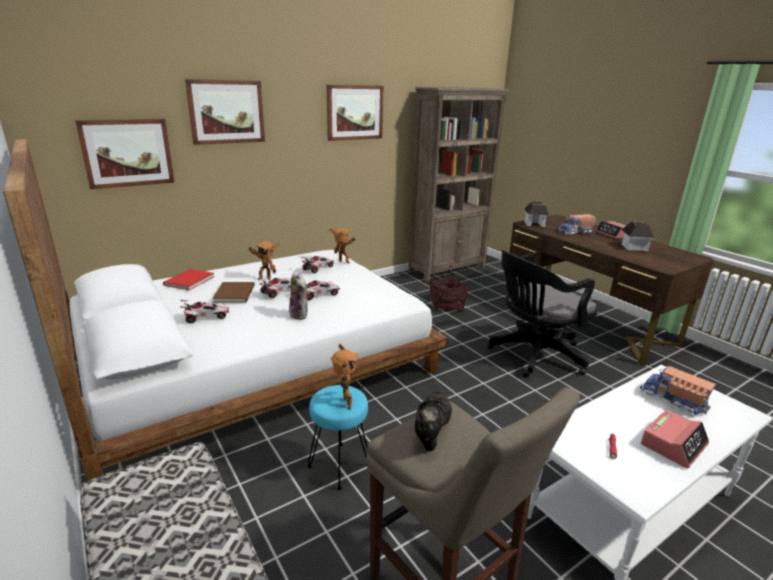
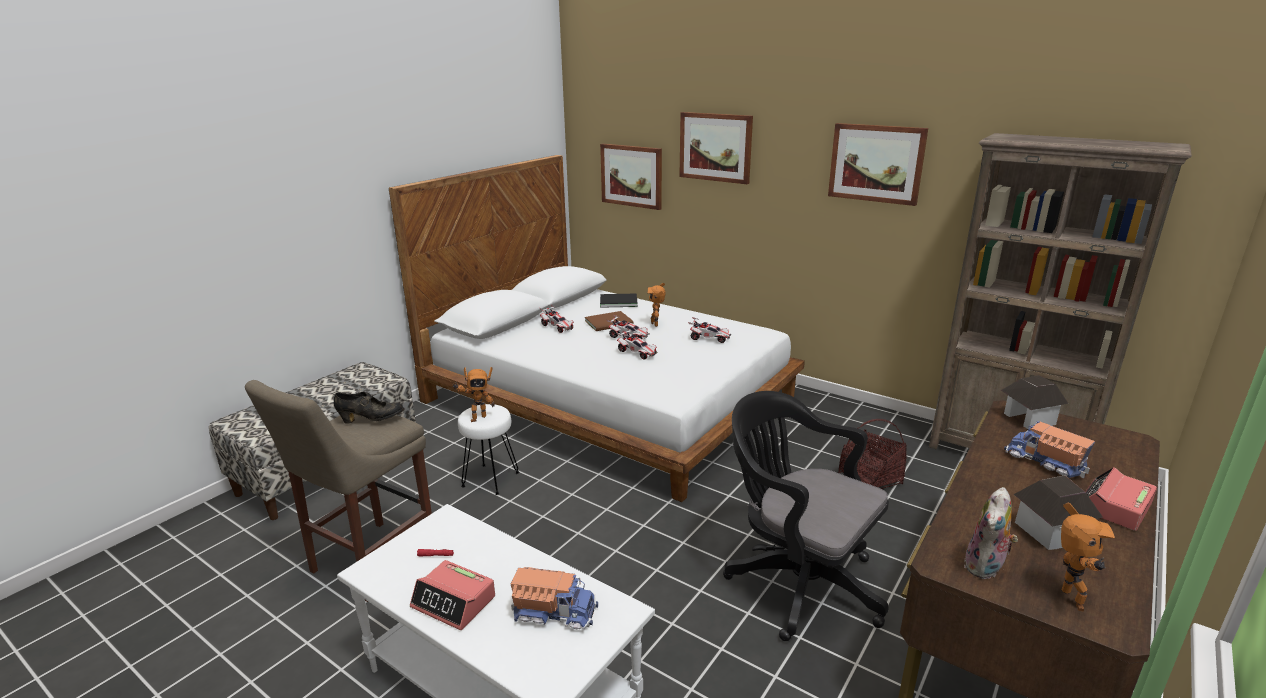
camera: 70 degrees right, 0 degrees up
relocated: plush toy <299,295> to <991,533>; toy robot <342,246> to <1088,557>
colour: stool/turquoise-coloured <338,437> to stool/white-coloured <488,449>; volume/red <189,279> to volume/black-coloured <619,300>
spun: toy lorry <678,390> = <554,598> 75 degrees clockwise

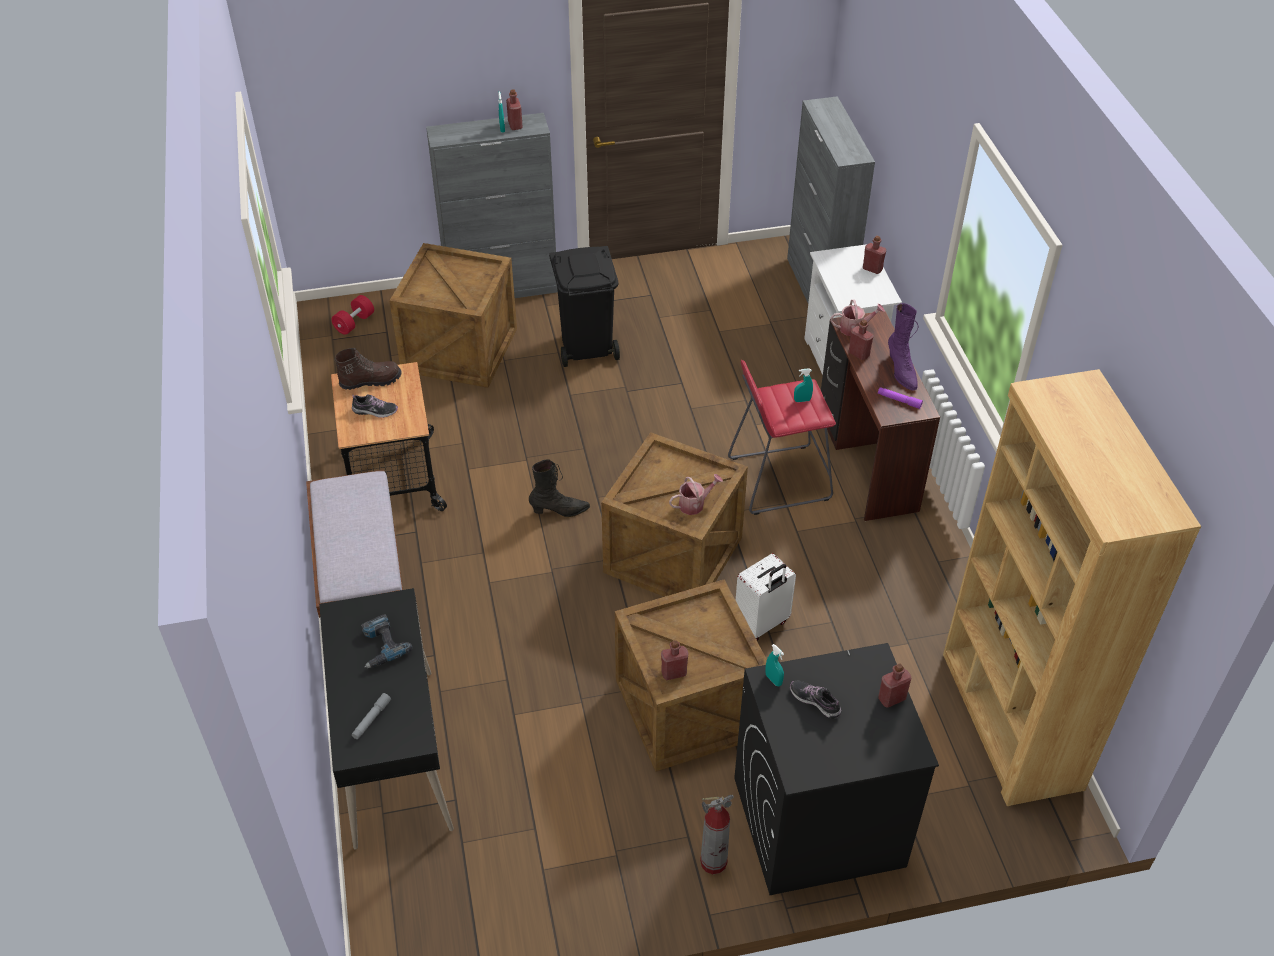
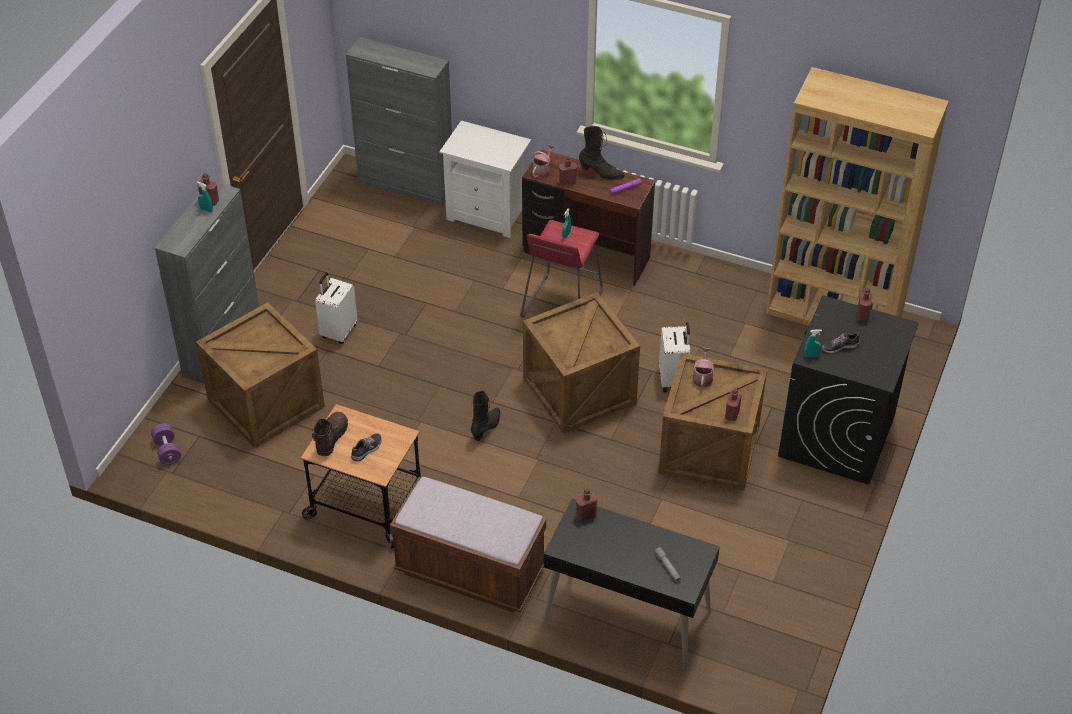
camera: 55 degrees left, 0 degrees up
missing: power drill <386,641>; fire-fighting cylinder <717,834>
relocated: drink bottle/red <874,255> to <586,504>; watering can <696,494> to <704,368>
exchanged: trash can/black-coloured <584,306> to travel case/white-coloured <336,308>
colour: dumbbell/red <353,315> to dumbbell/purple <166,444>; boot/purple <903,347> to boot/black-coloured <602,153>

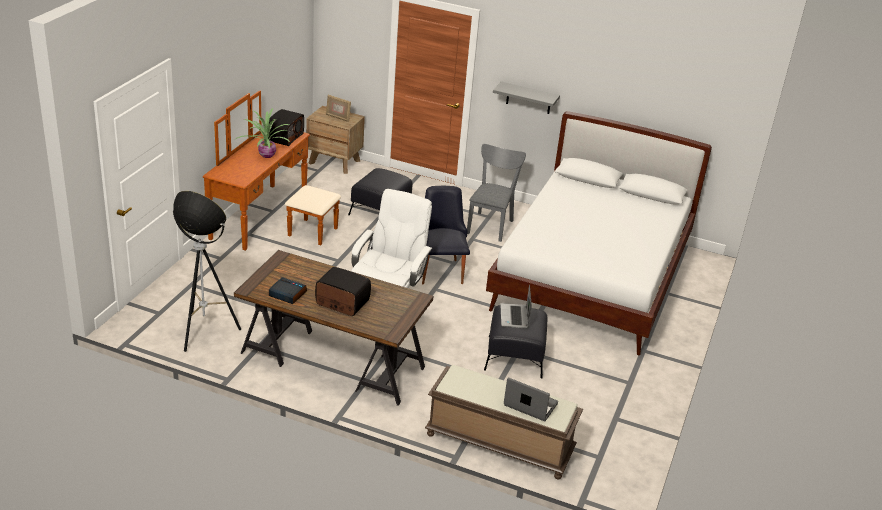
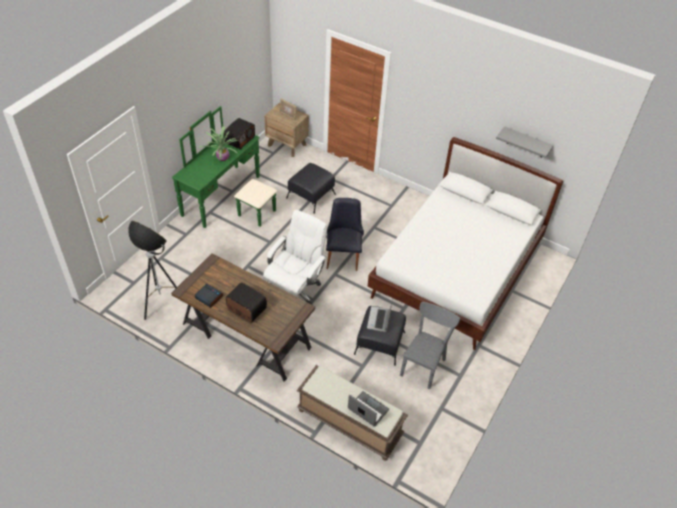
camera: 10 degrees right, 15 degrees up
relocated: chair/grey <496,193> to <430,345>; bracket shelf/grey <526,98> to <524,142>
colour: chest of drawers/brownish <272,170> to chest of drawers/greenish <224,167>

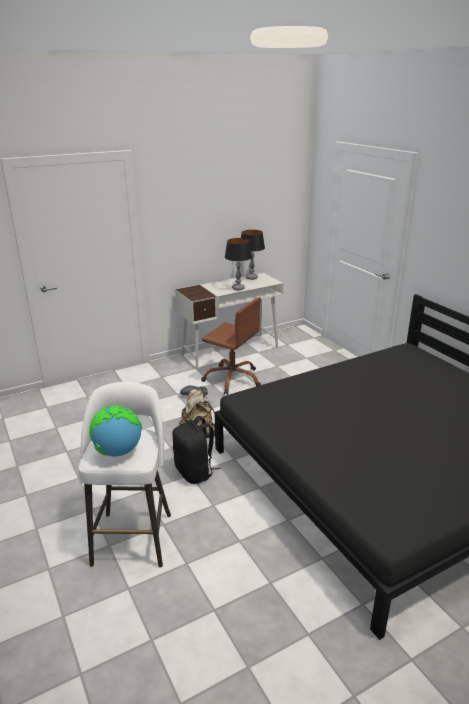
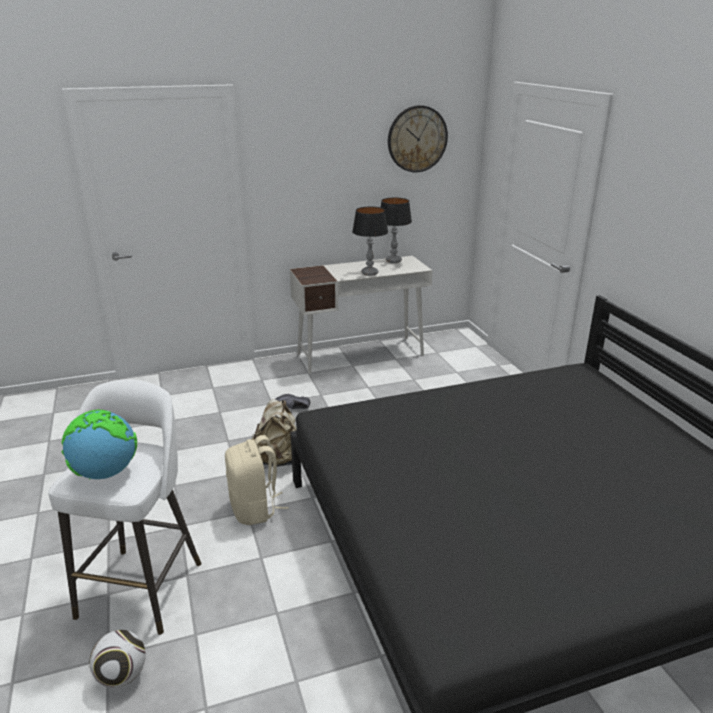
camera: 10 degrees right, 0 degrees up
missing: computer chair/brownish <231,346>
appeared: football <118,659>; clock on the wall <418,138>
colour: backpack/black-coloured <196,450> to backpack/beige <256,480>

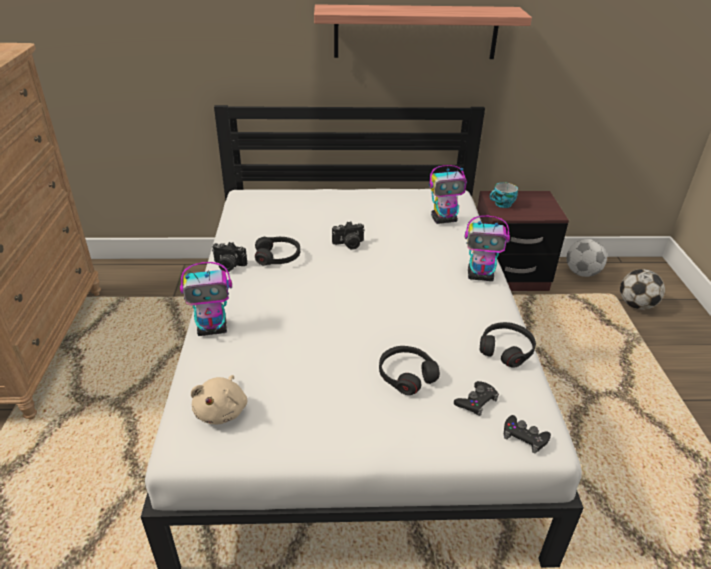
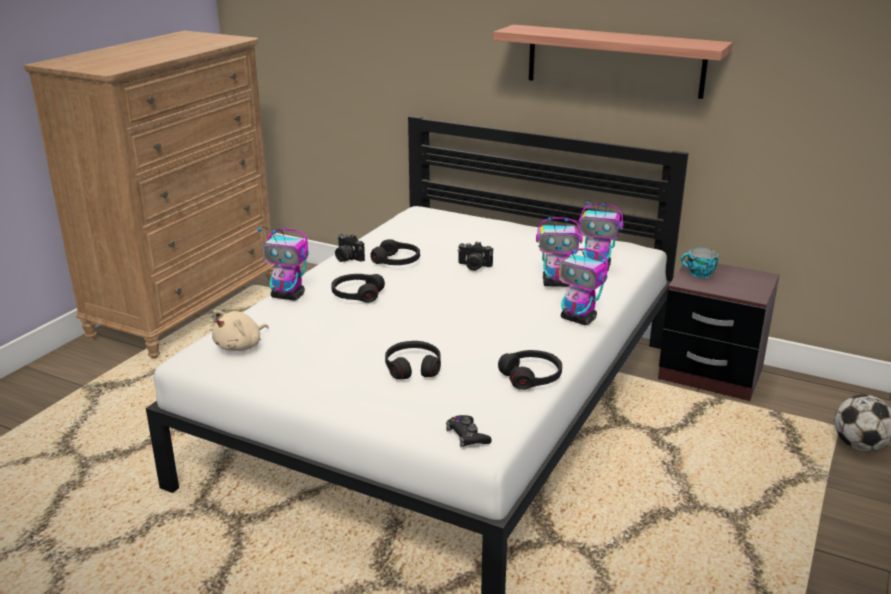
camera: 30 degrees right, 10 degrees down
missing: joypad/black-coloured <476,398>; football <586,258>
appeared: headset/black-coloured <358,288>; toy robot <559,251>

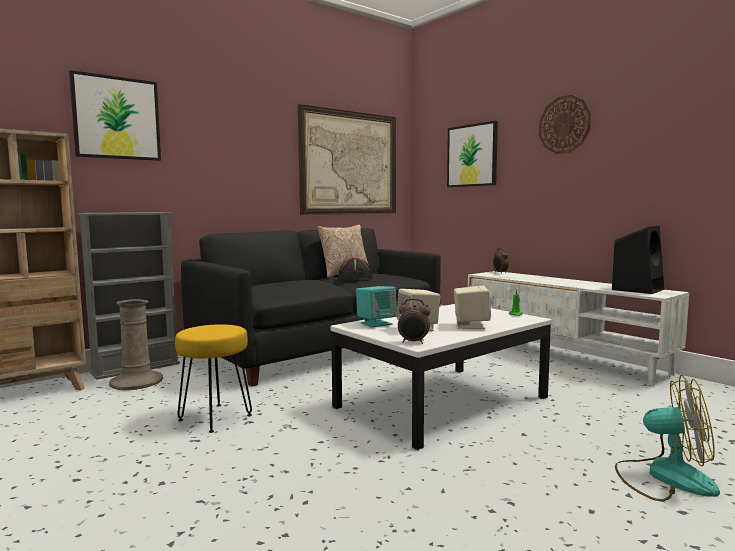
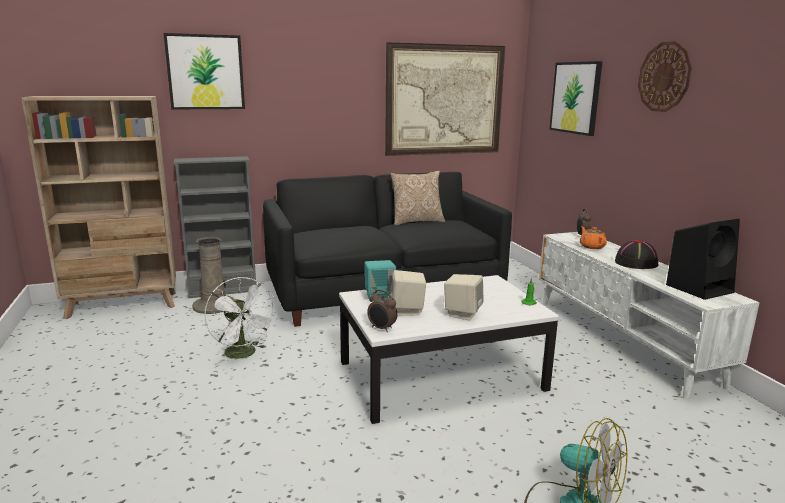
camera: 20 degrees right, 10 degrees up
appeared: teapot/orange <593,237>
relocated: hat/black-coloured <355,268> to <637,254>
exchanged: stool/yellowish <213,378> to cooling fan/white-coloured <241,320>

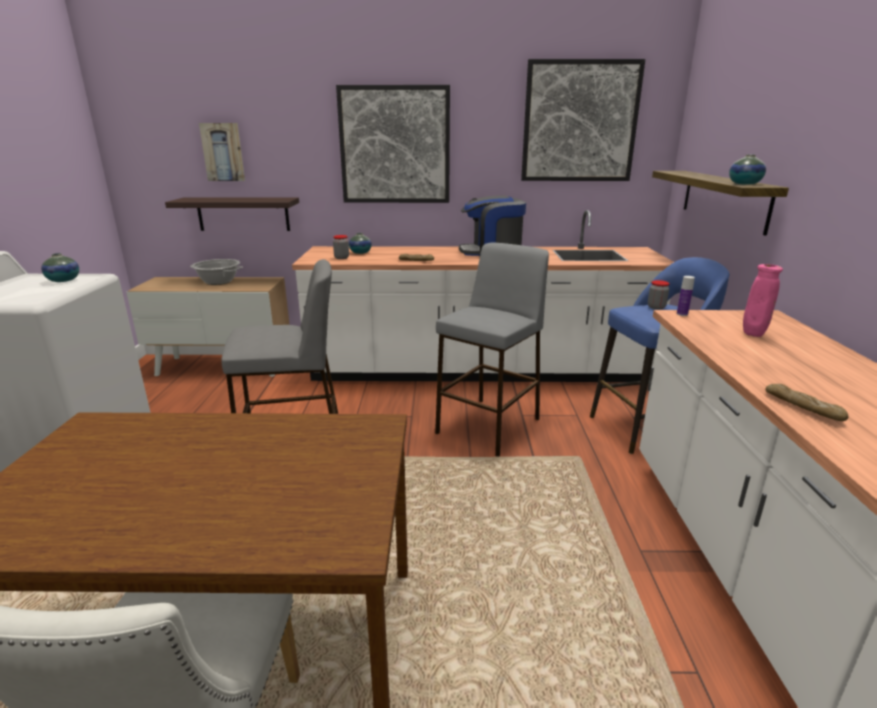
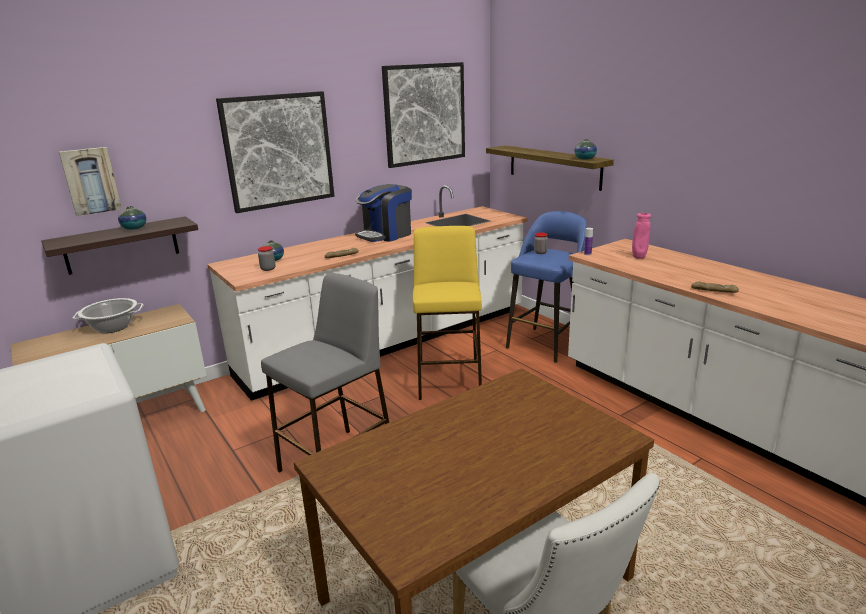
camera: 35 degrees left, 0 degrees up
relocated: decorative vase <60,267> to <132,218>
colour: stool/grey <492,350> to stool/yellowish <447,313>

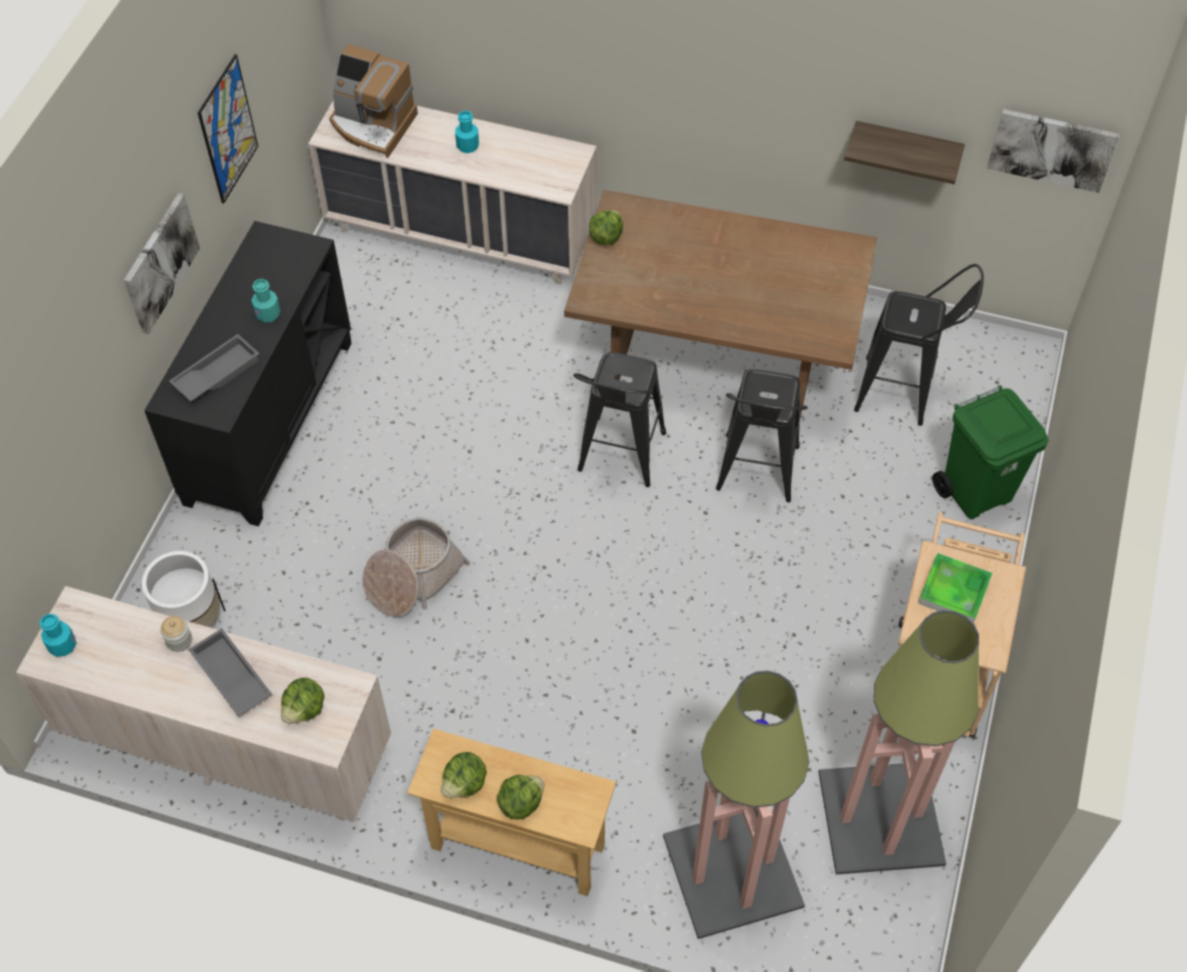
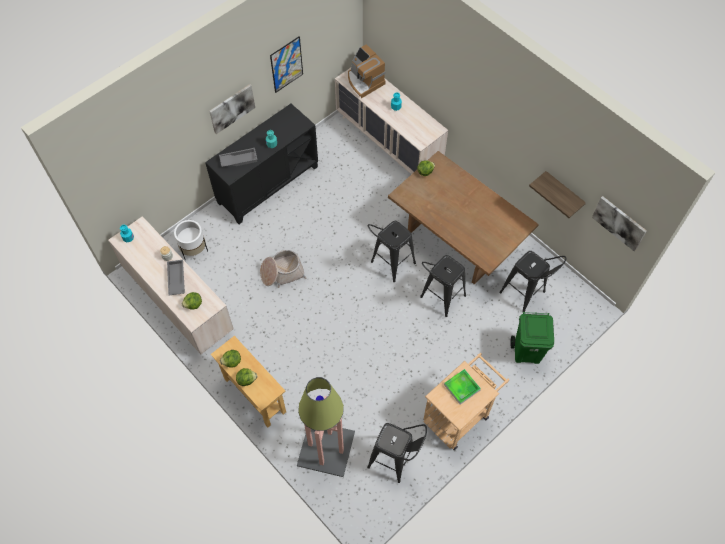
camera: 30 degrees right, 5 degrees up
exchanged: standard lamp <898,742> to stool/black-coloured <397,453>

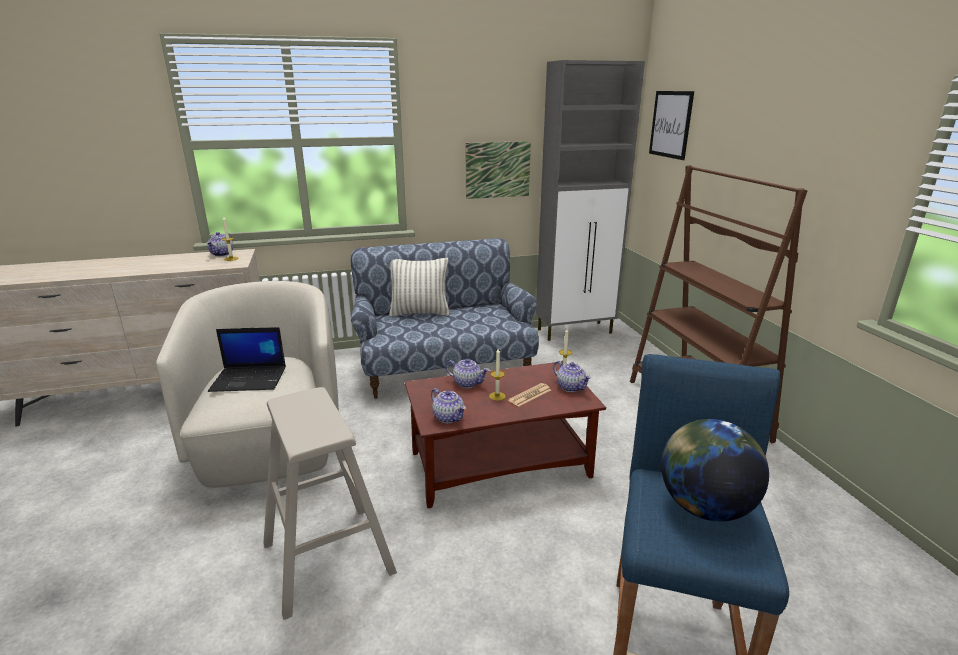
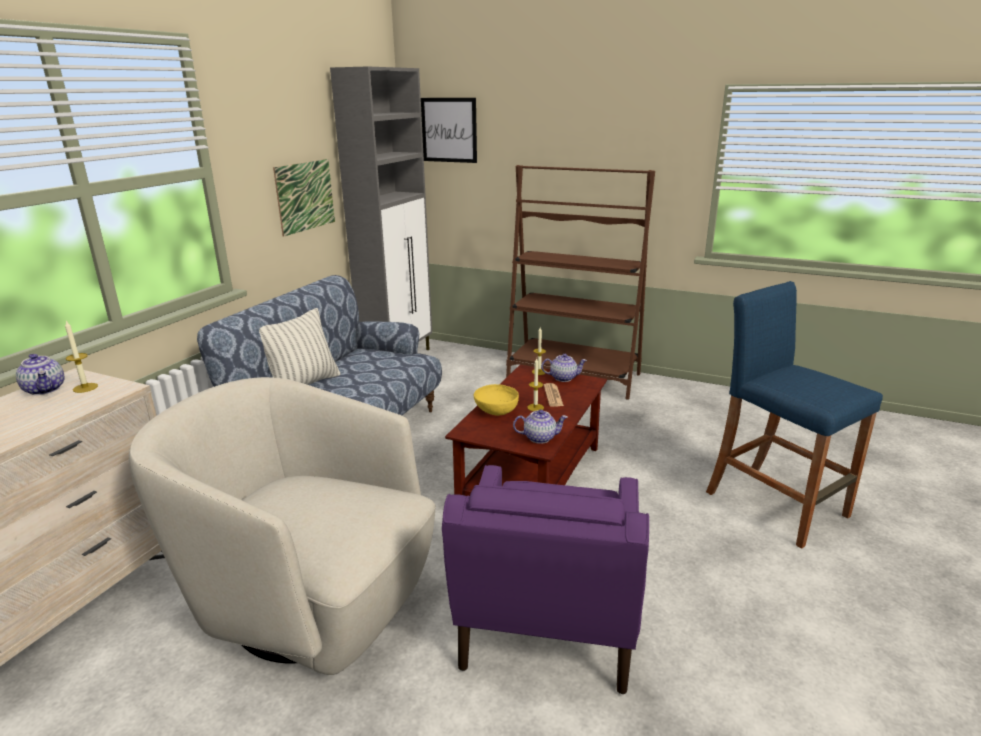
camera: 50 degrees left, 0 degrees up
missing: laptop <247,359>; desk globe <715,470>
exchanged: stool/beige <330,503> to easy chair/purple <545,579>; teapot <467,373> to bowl/yellowish <496,400>

